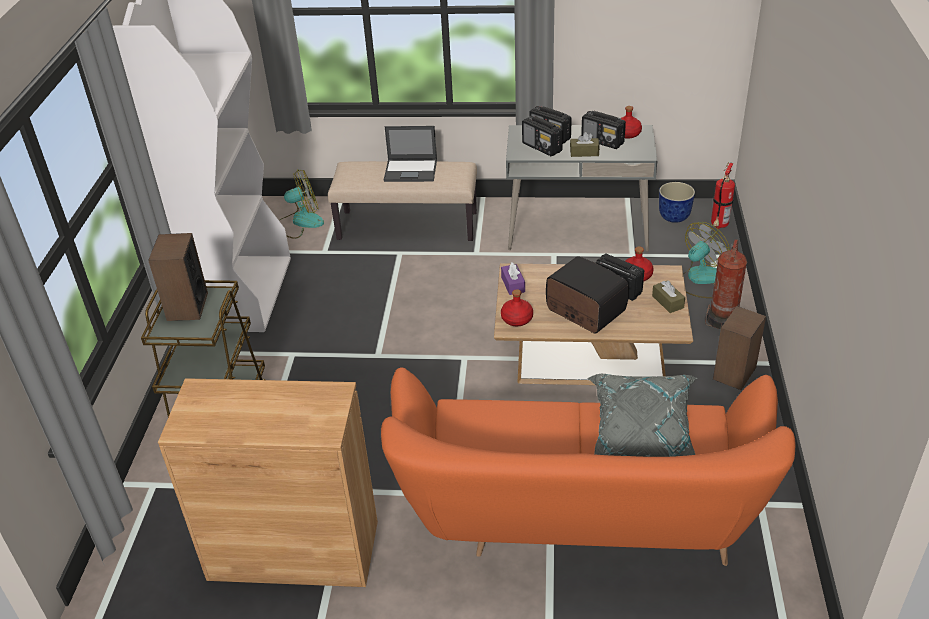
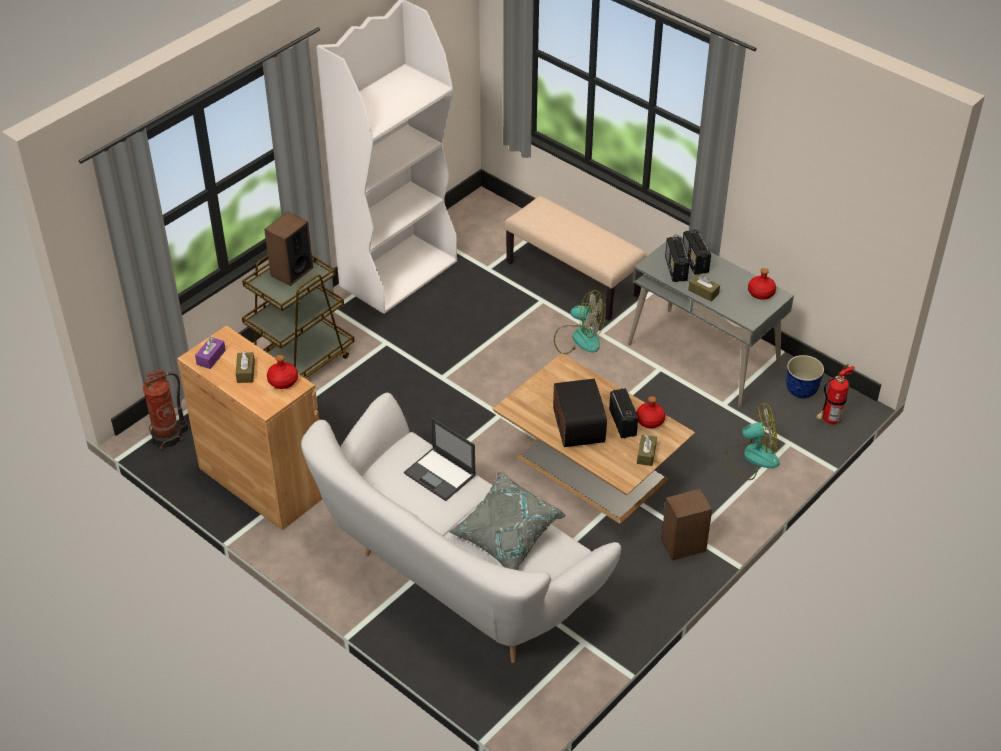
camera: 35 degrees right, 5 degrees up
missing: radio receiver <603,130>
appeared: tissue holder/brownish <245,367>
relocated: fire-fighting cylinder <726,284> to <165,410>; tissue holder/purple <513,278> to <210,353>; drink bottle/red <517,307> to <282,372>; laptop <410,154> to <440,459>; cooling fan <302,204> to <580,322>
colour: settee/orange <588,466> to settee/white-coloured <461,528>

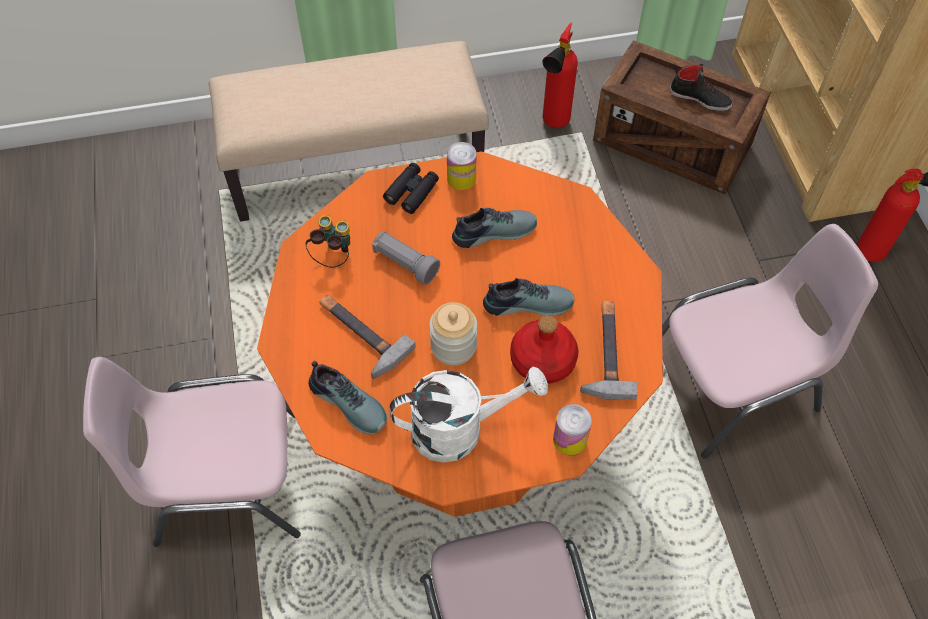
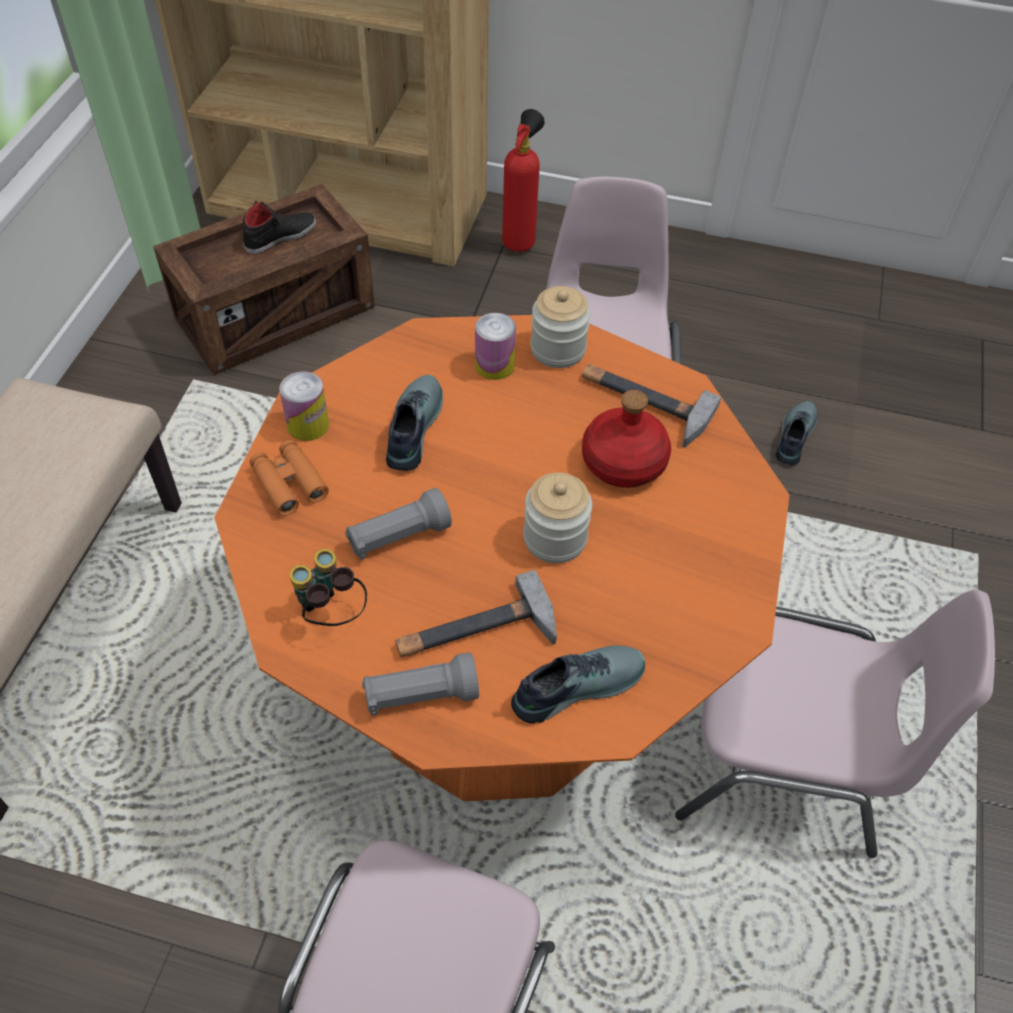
camera: 65 degrees left, 5 degrees down
missing: watering can/white-coloured <468,415>; fire-fighting cylinder <560,75>
appeared: flashlight/grey <420,684>; preserve jar <560,327>
relocated: can <572,429> to <495,346>; item of footwear <528,297> to <796,433>
colour: binoculars/black-coloured <411,188> to binoculars/orange <289,478>

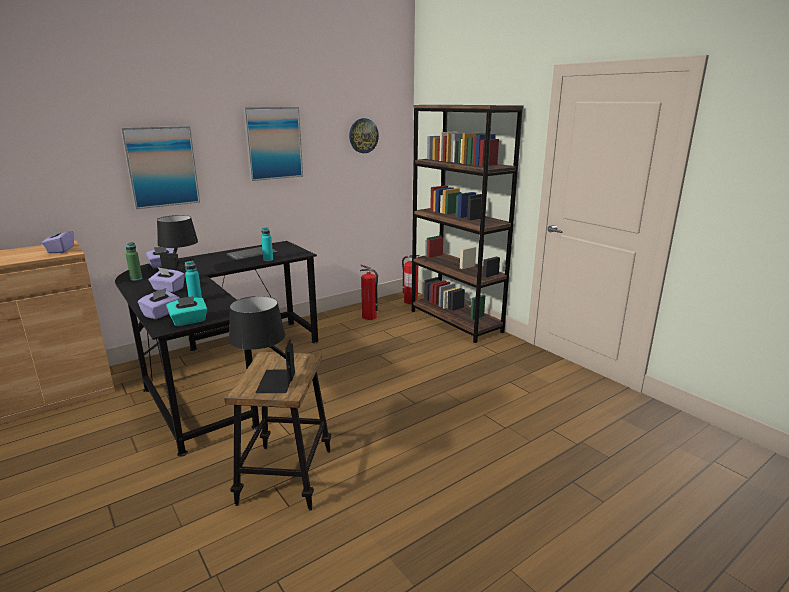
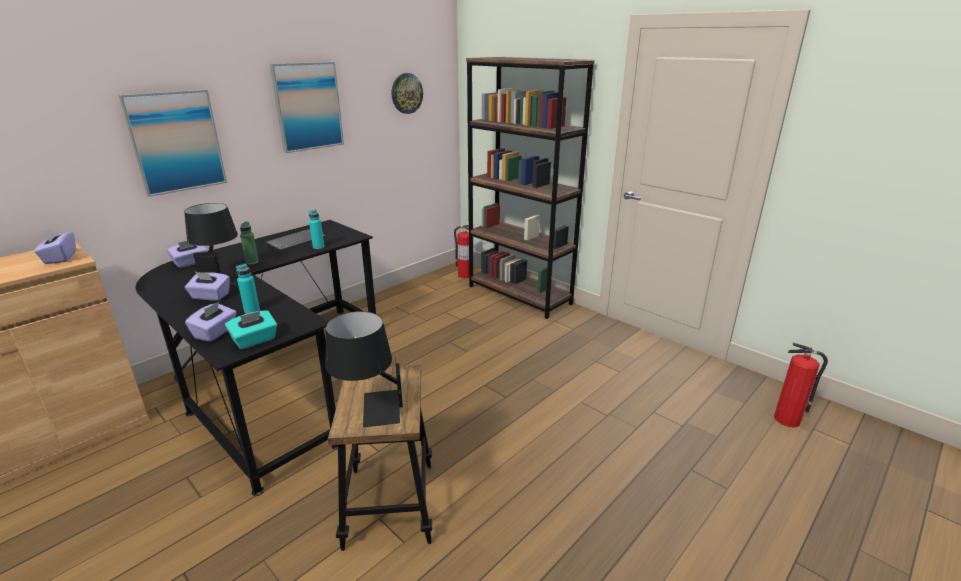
camera: 10 degrees left, 5 degrees up
relocated: drink bottle/greenish <134,261> to <249,243>; fire-fighting cylinder <369,292> to <801,385>

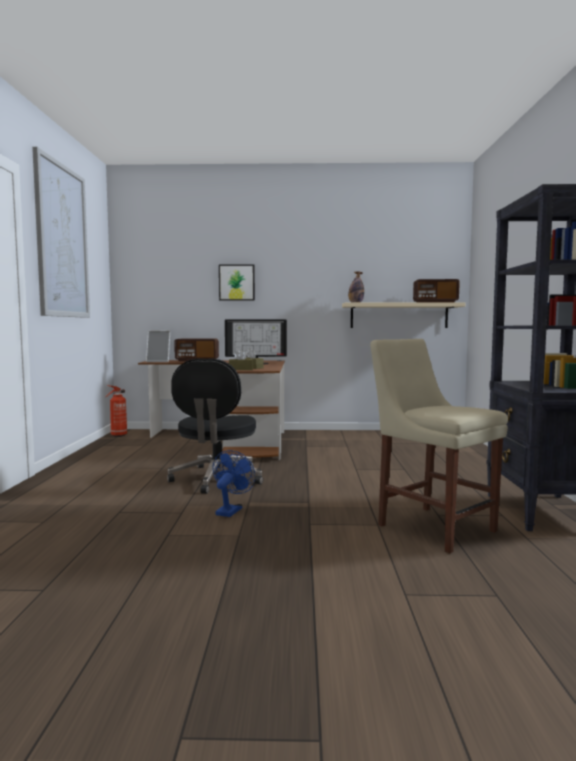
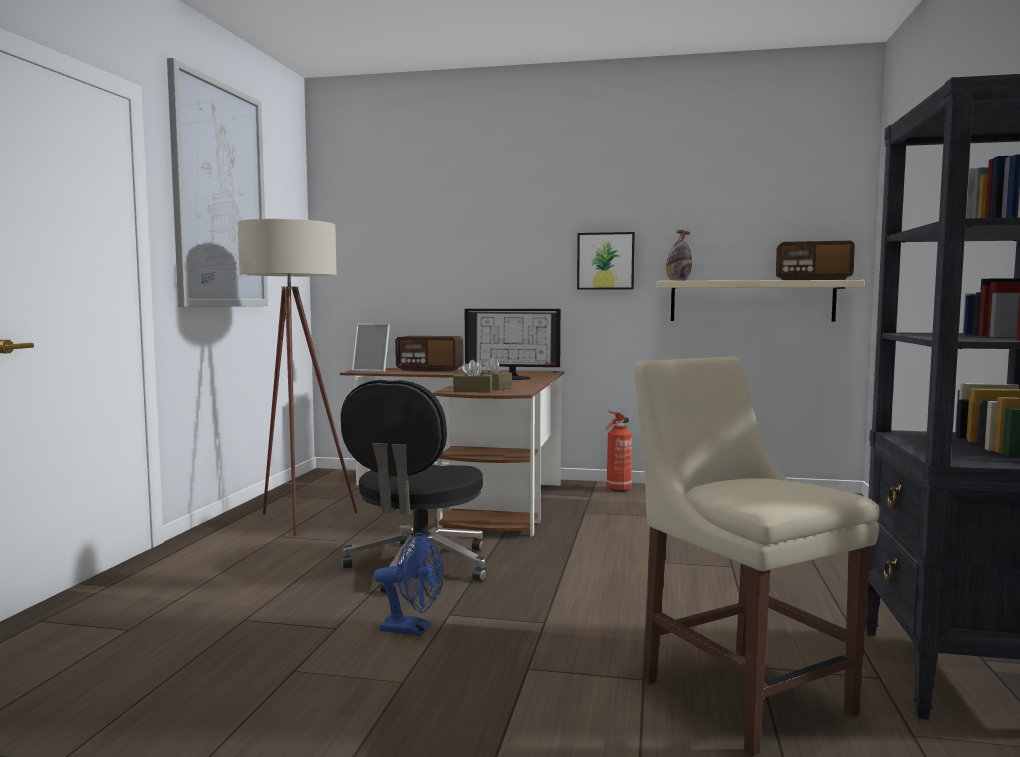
camera: 10 degrees right, 0 degrees up
appeared: standard lamp/beige <297,377>
relocated: wall art <237,282> to <606,261>; fire-fighting cylinder <116,411> to <618,451>
spun: cooling fan/bluish <234,483> = <408,584> 75 degrees clockwise

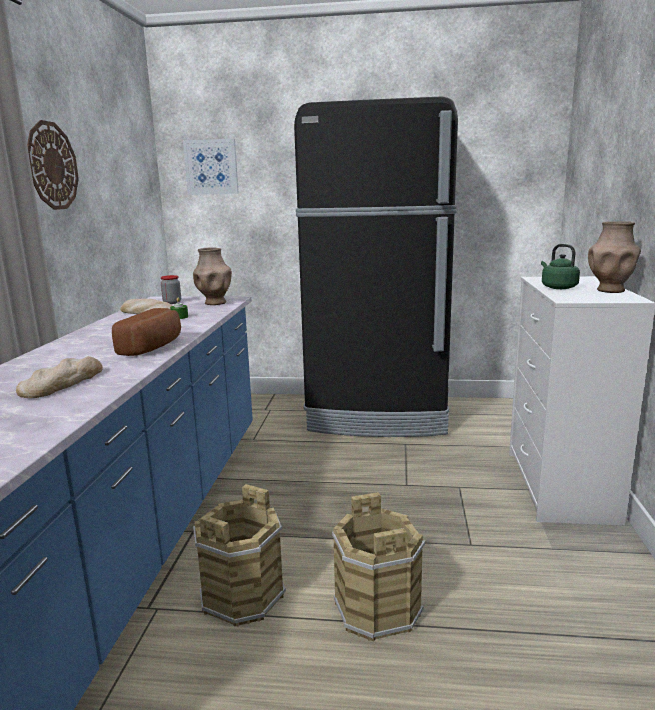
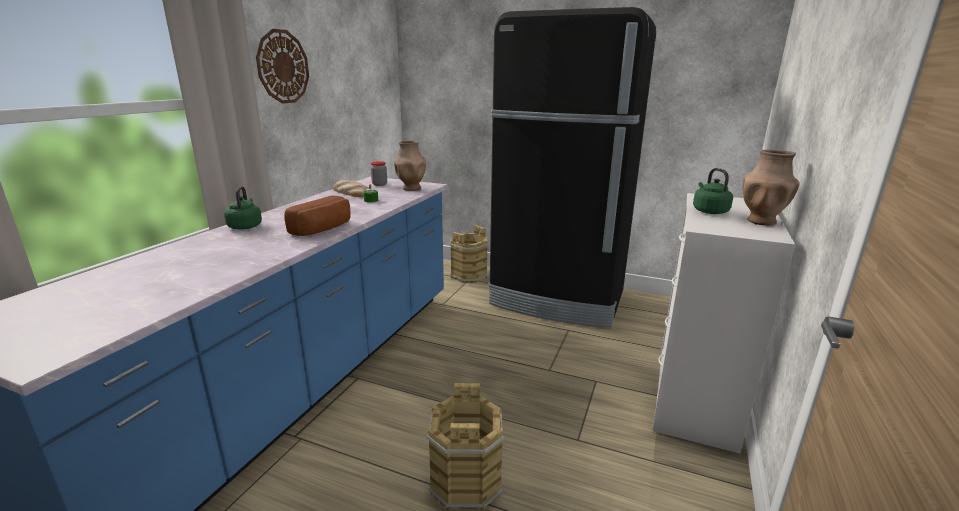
camera: 15 degrees right, 5 degrees up
missing: baked bread <59,377>; wall art <211,167>
appeared: water kettle/greenish <243,208>
relocated: bucket/brownish <239,555> to <469,254>

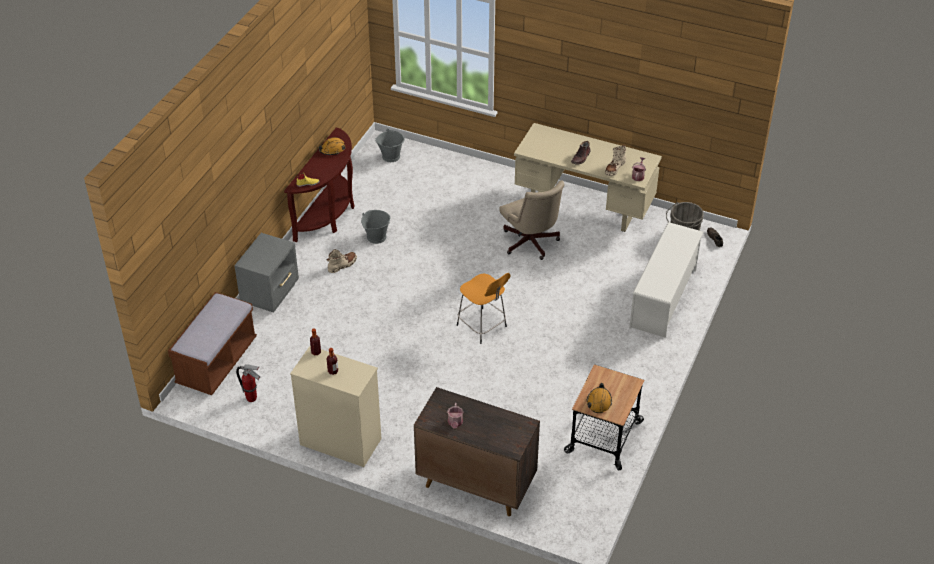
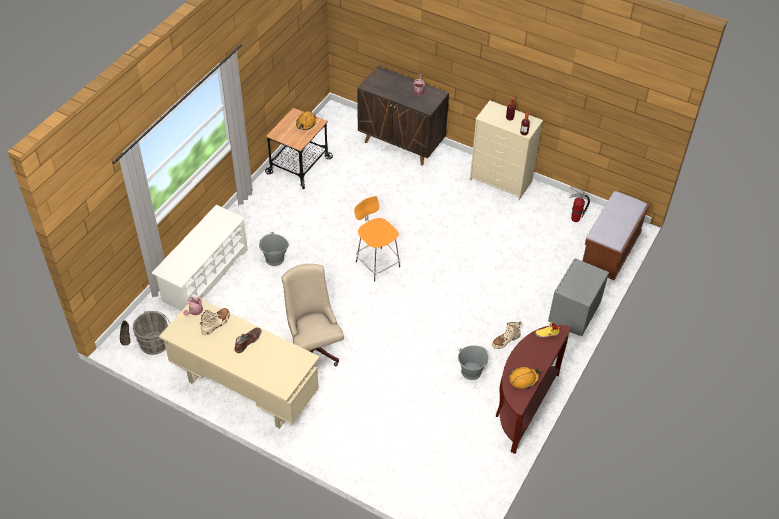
camera: 175 degrees left, 5 degrees up
relocated: bucket/grey <389,145> to <274,249>

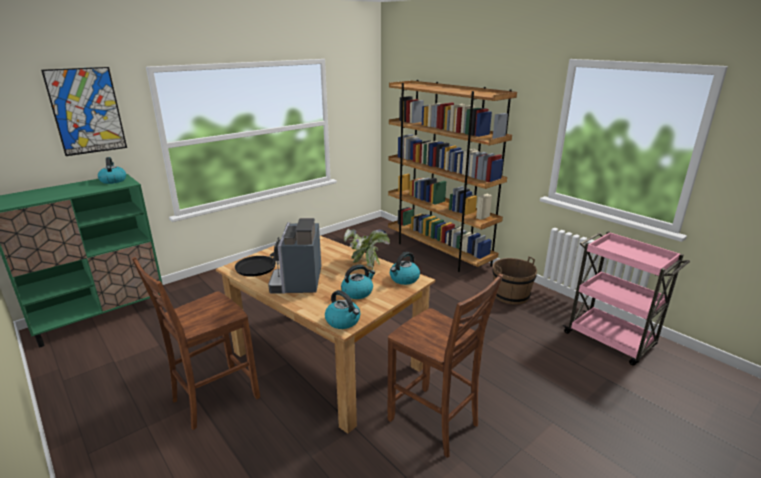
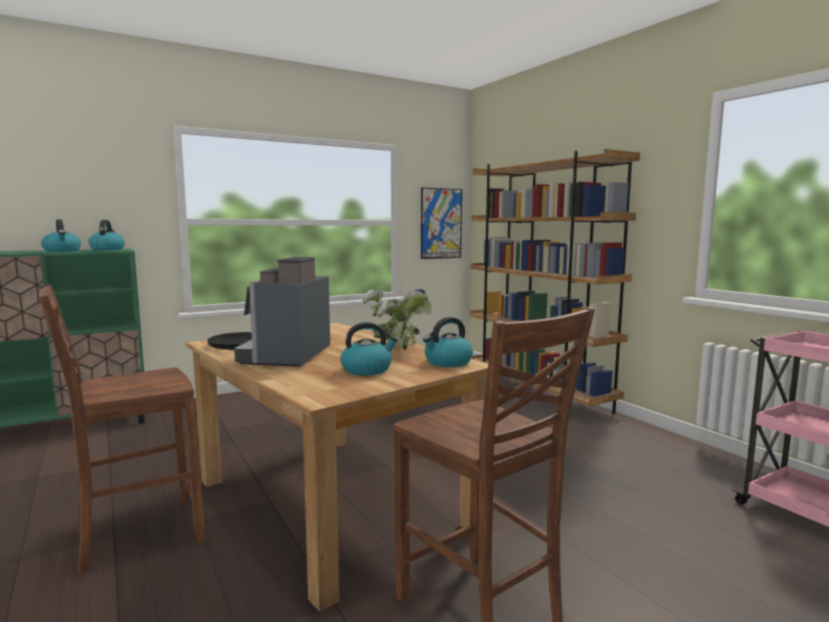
camera: 10 degrees right, 15 degrees down
missing: bucket/brownish <514,280>
relocated: water kettle <342,309> to <61,235>; wall art <84,111> to <441,223>

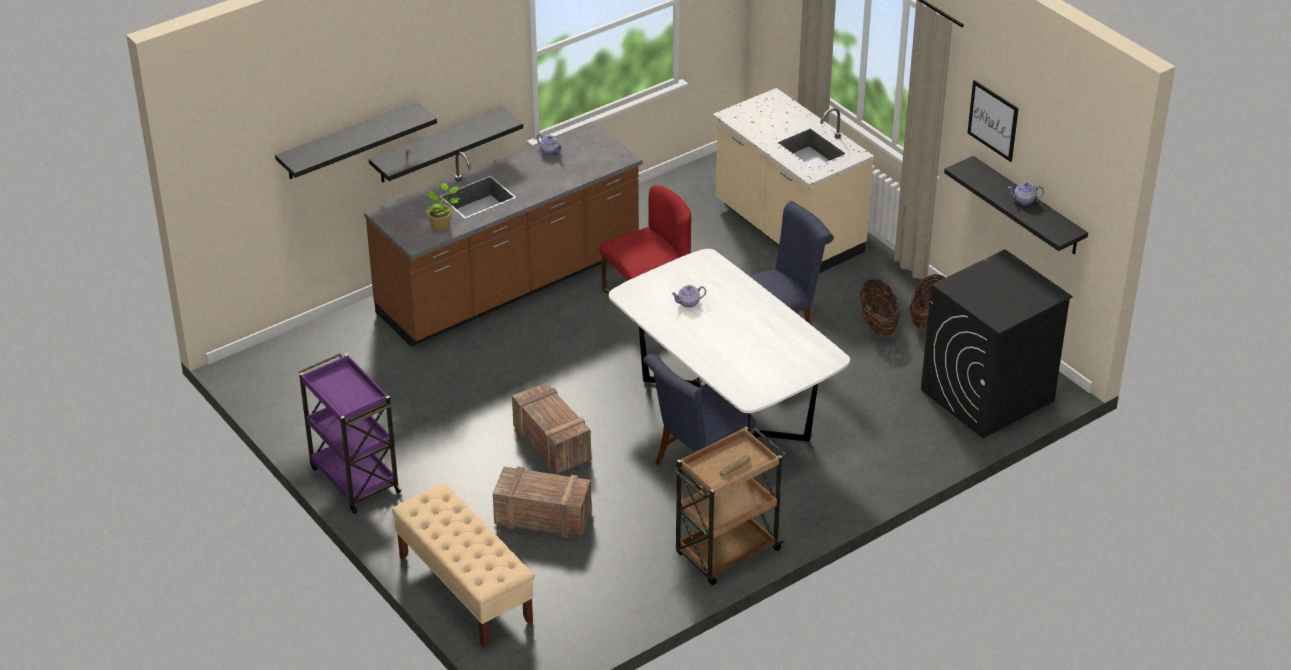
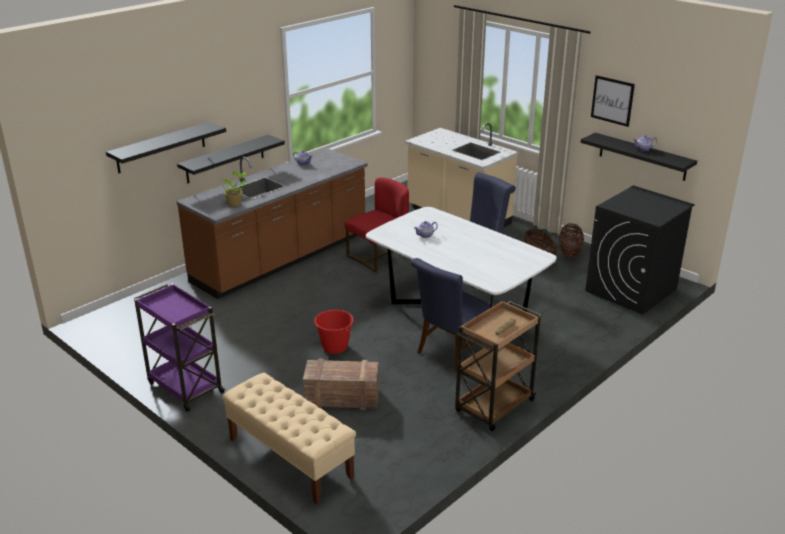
camera: 10 degrees left, 10 degrees down
exchanged: crate <551,428> to bucket/red <334,332>

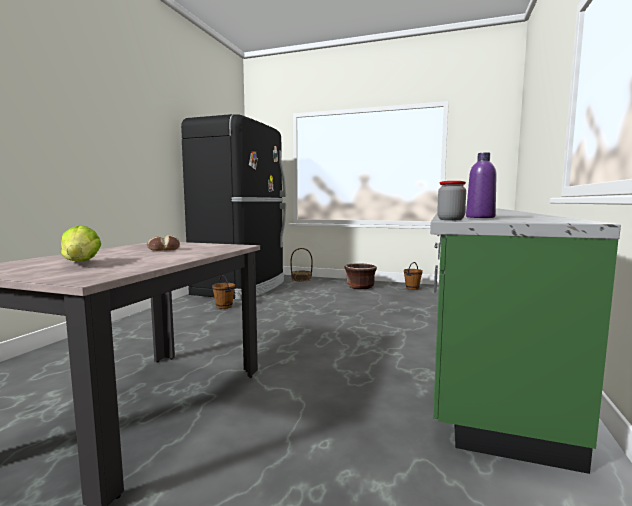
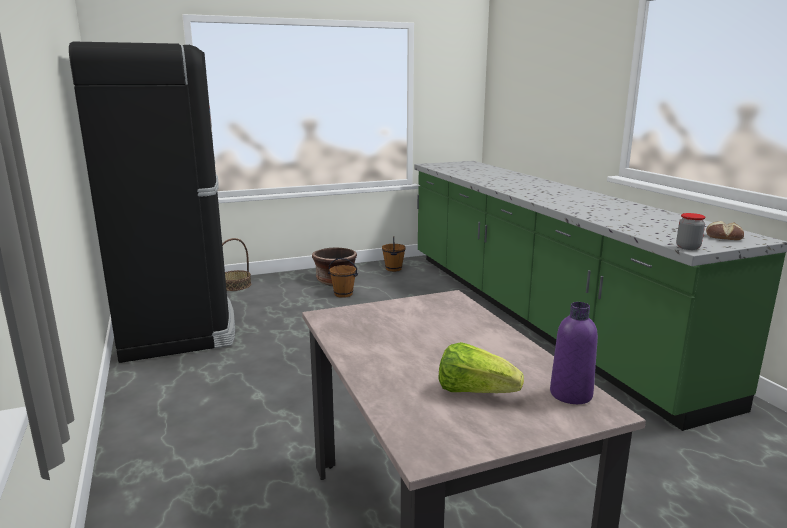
camera: 40 degrees left, 10 degrees up
relocated: bucket/brownish <223,292> to <343,278>; drink bottle/purple <481,185> to <574,353>; baked bread <163,243> to <725,230>

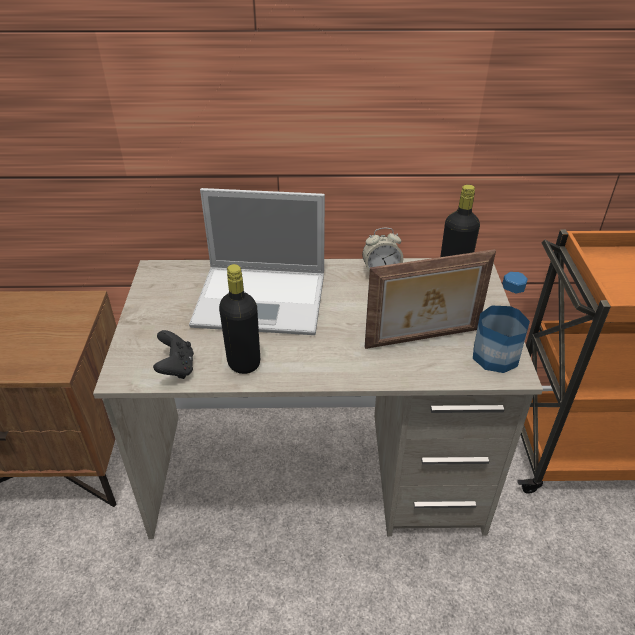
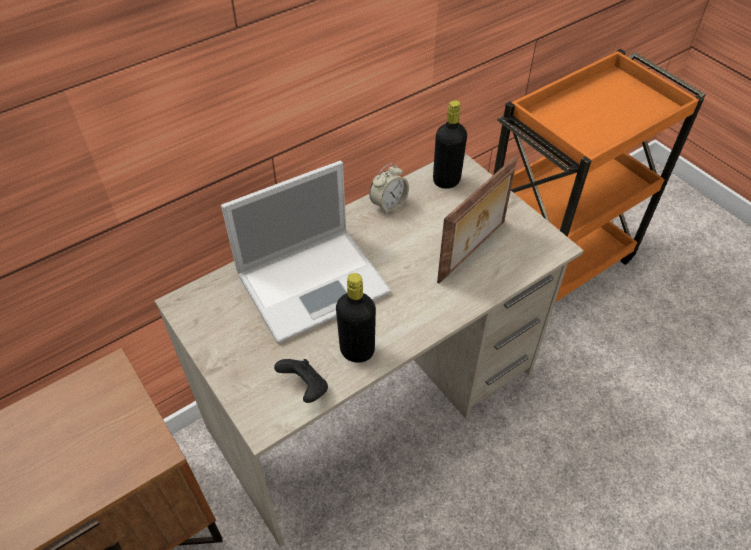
camera: 35 degrees left, 10 degrees up
missing: drink bottle <501,322>

